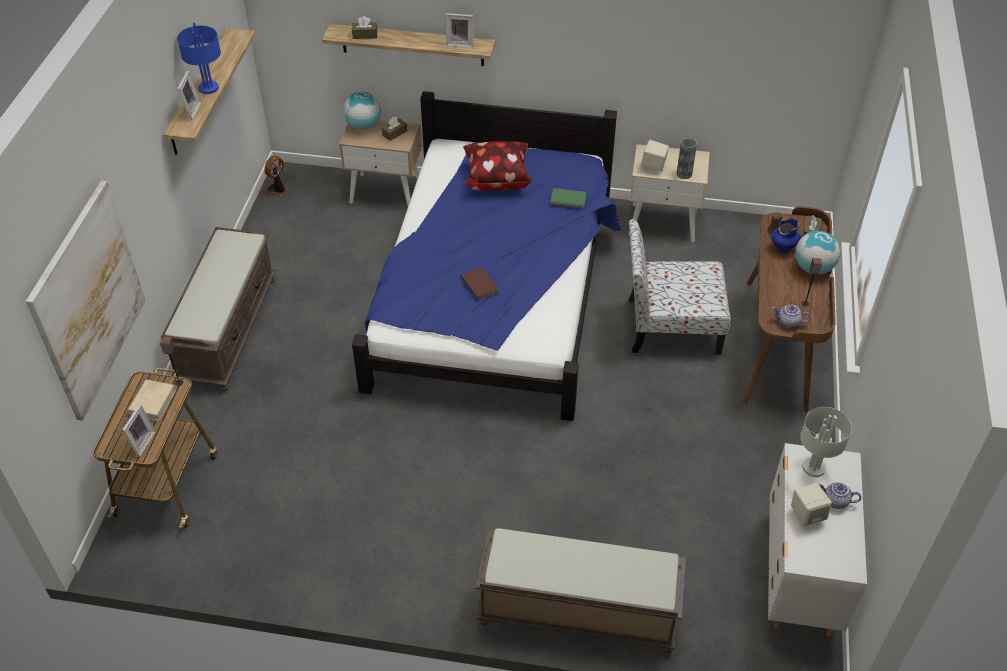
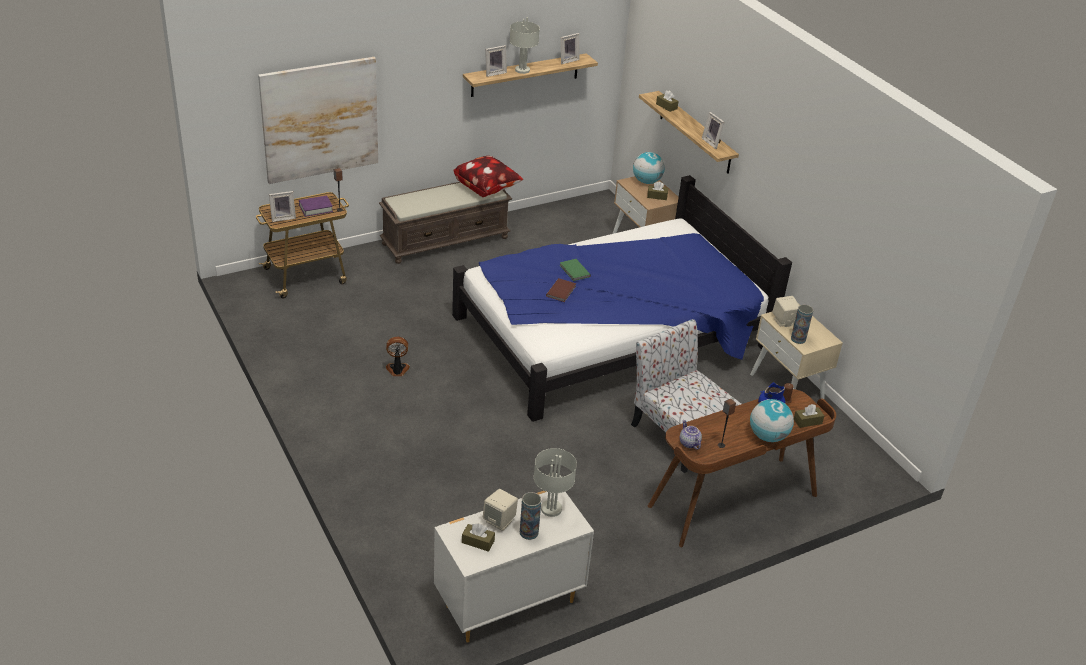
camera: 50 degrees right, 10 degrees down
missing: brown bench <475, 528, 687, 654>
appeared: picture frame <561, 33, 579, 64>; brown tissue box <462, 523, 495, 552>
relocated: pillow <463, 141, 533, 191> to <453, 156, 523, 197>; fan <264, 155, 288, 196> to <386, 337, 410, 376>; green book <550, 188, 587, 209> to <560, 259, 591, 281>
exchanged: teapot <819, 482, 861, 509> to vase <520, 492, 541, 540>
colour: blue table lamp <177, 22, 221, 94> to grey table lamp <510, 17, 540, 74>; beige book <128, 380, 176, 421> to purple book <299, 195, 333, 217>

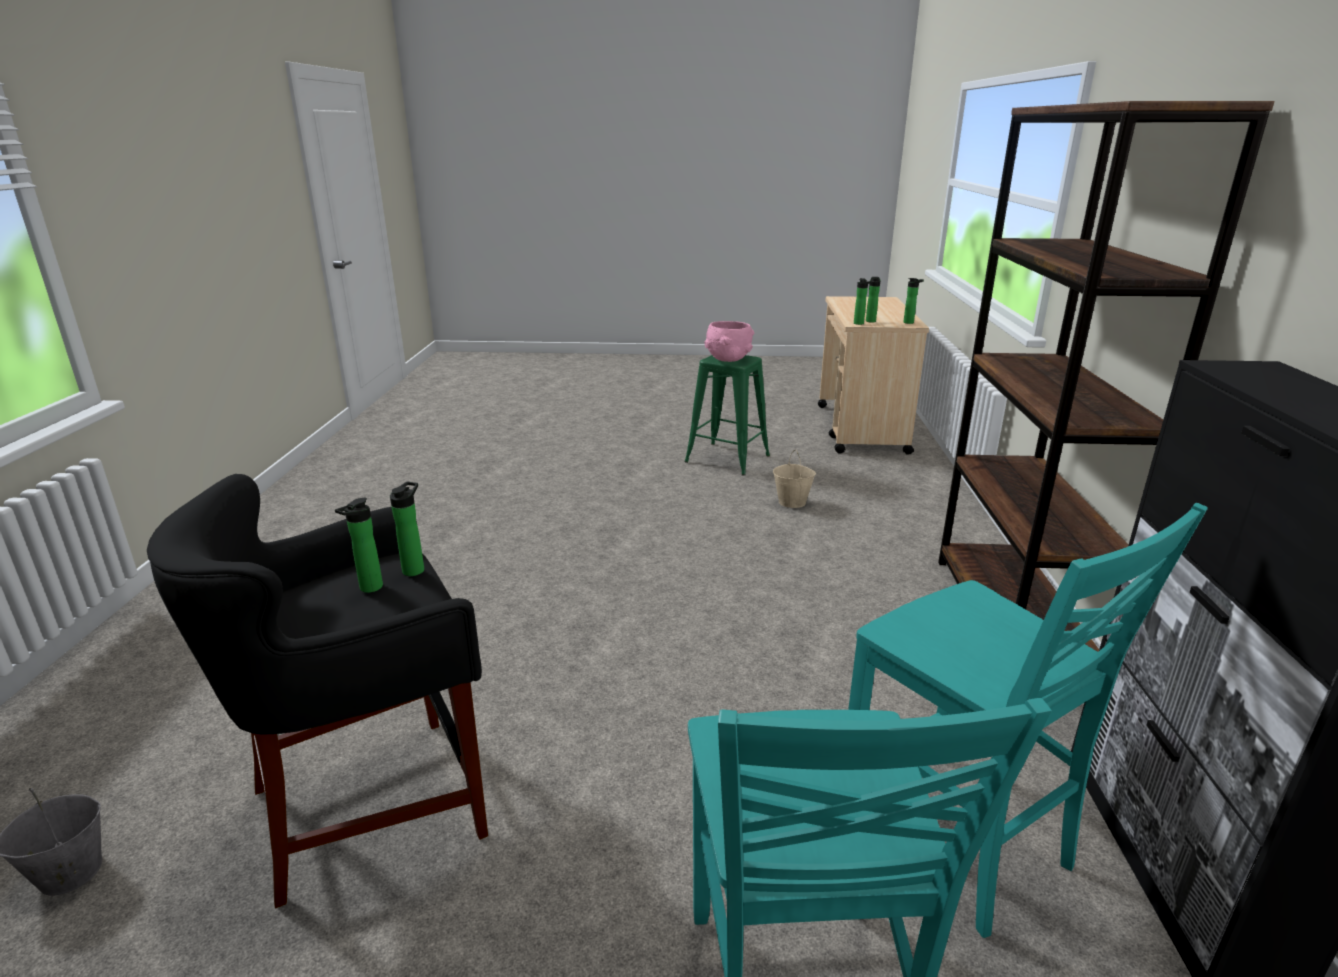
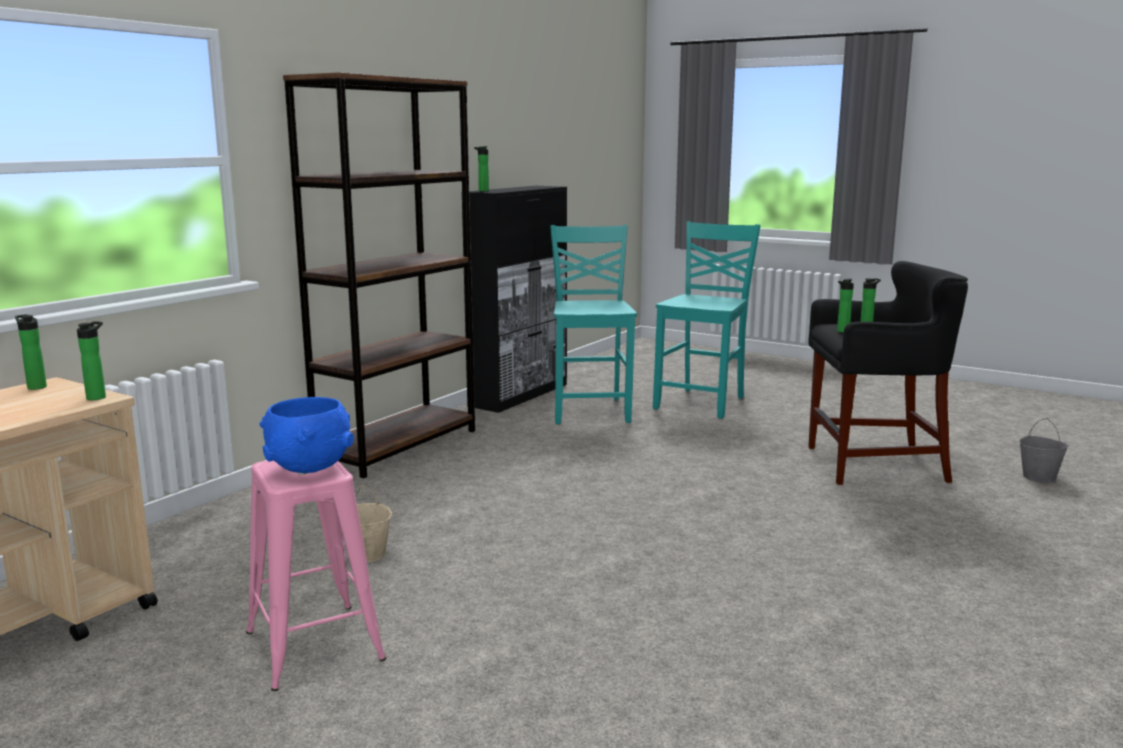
camera: 150 degrees left, 10 degrees down
relocated: bottle <866, 277, 881, 323> to <474, 146, 489, 191>
colour: pink bowl <704, 321, 754, 362> to blue bowl <259, 397, 354, 473>; green stool <684, 355, 770, 476> to pink stool <246, 460, 386, 691>

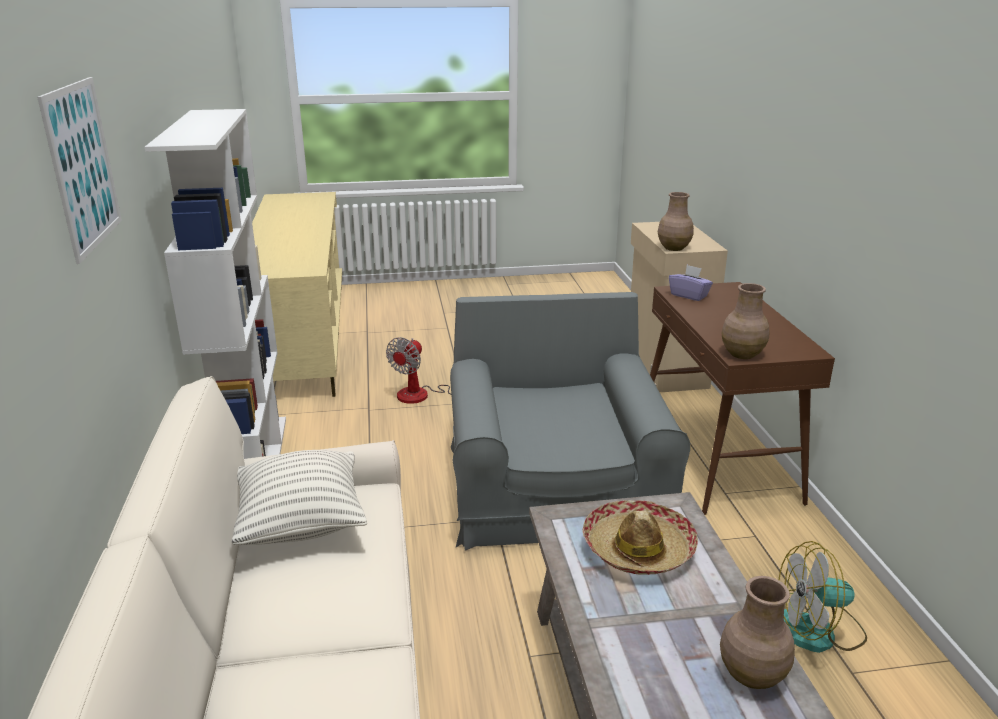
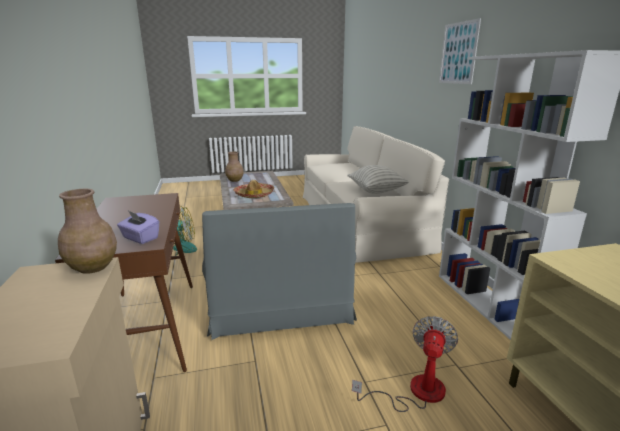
camera: 175 degrees right, 5 degrees down
missing: brown vase <722, 283, 770, 359>

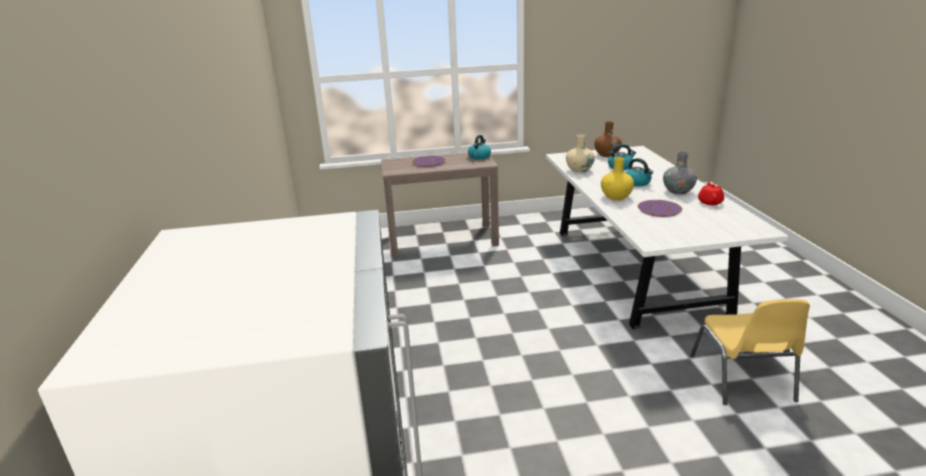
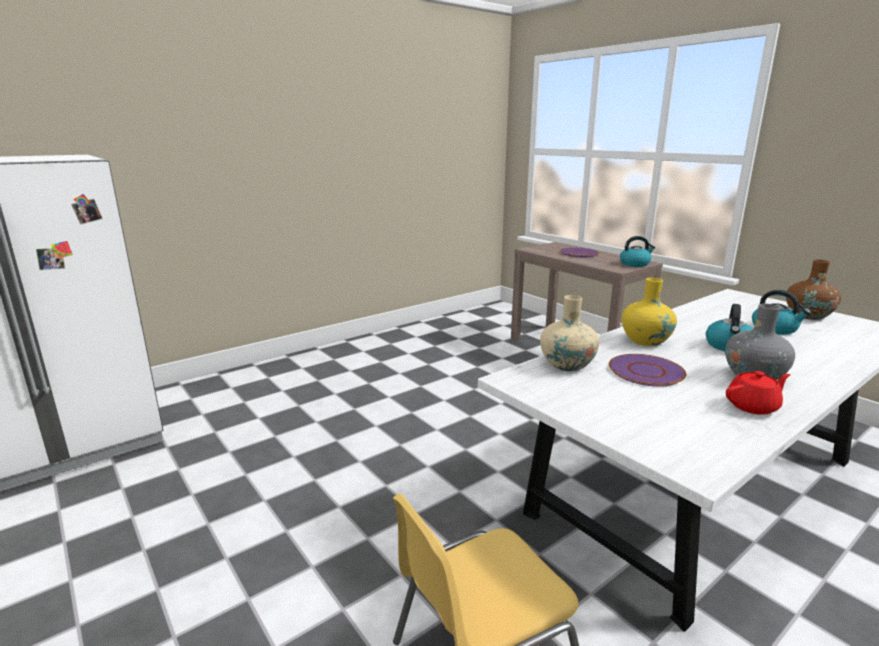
camera: 60 degrees right, 5 degrees down
relocated: beige vase <566, 134, 595, 172> to <540, 295, 599, 371>

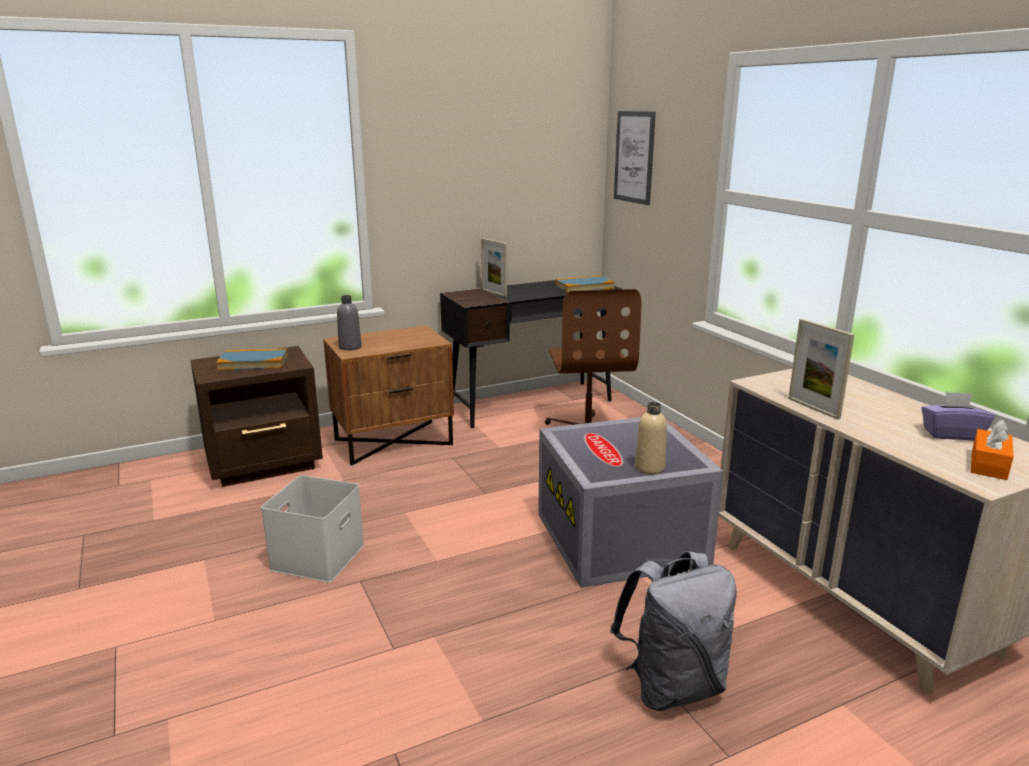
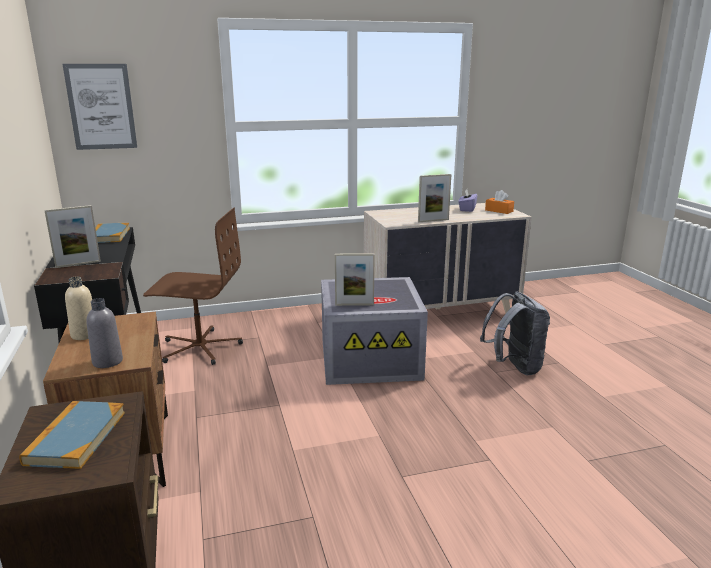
camera: 80 degrees left, 0 degrees up
missing: white storage box <261, 475, 364, 583>
appeared: picture frame <335, 253, 375, 306>
relocated: beige bottle <635, 402, 667, 474> to <65, 276, 92, 340>

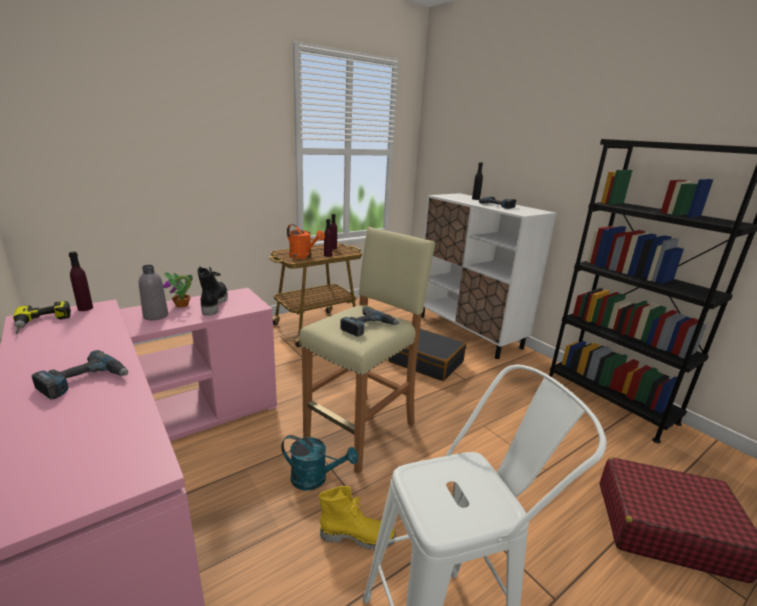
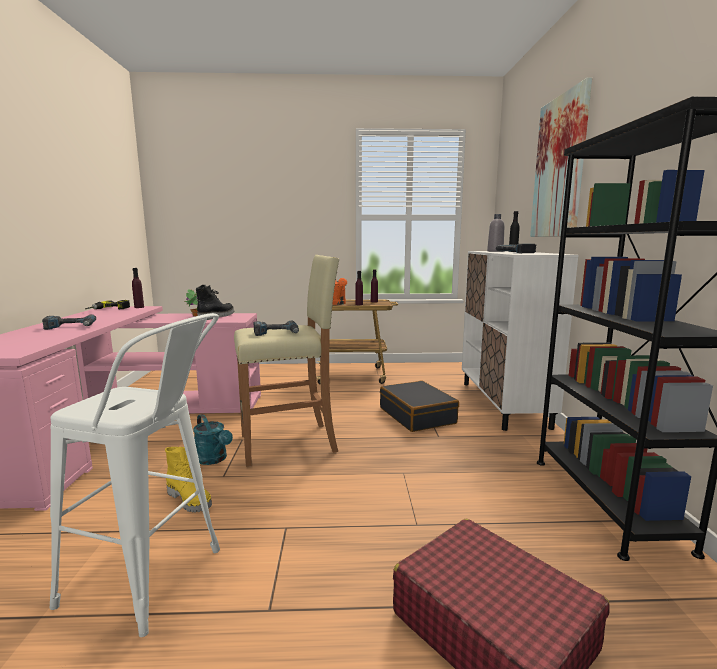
camera: 35 degrees right, 10 degrees down
appeared: picture <530, 77, 592, 237>
relocated: grey bottle <139, 265, 168, 320> to <487, 214, 504, 252>

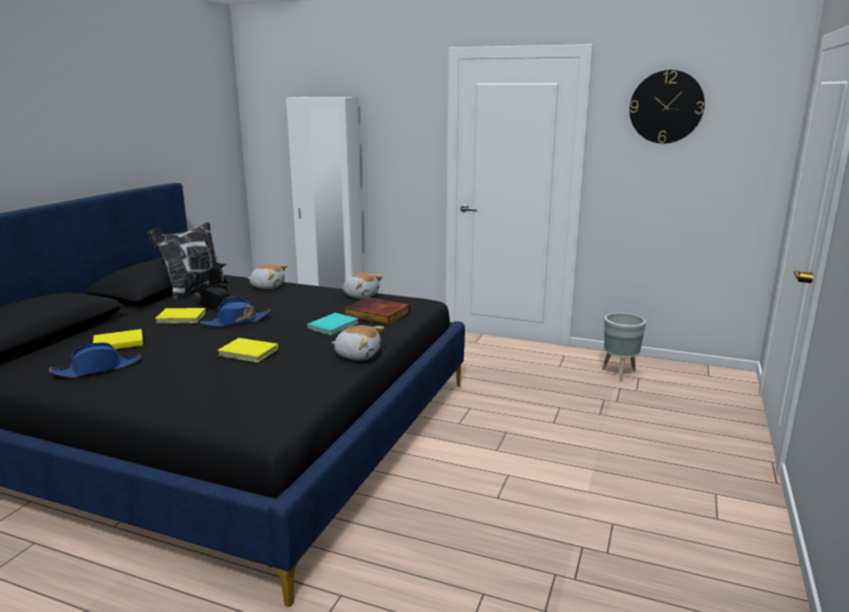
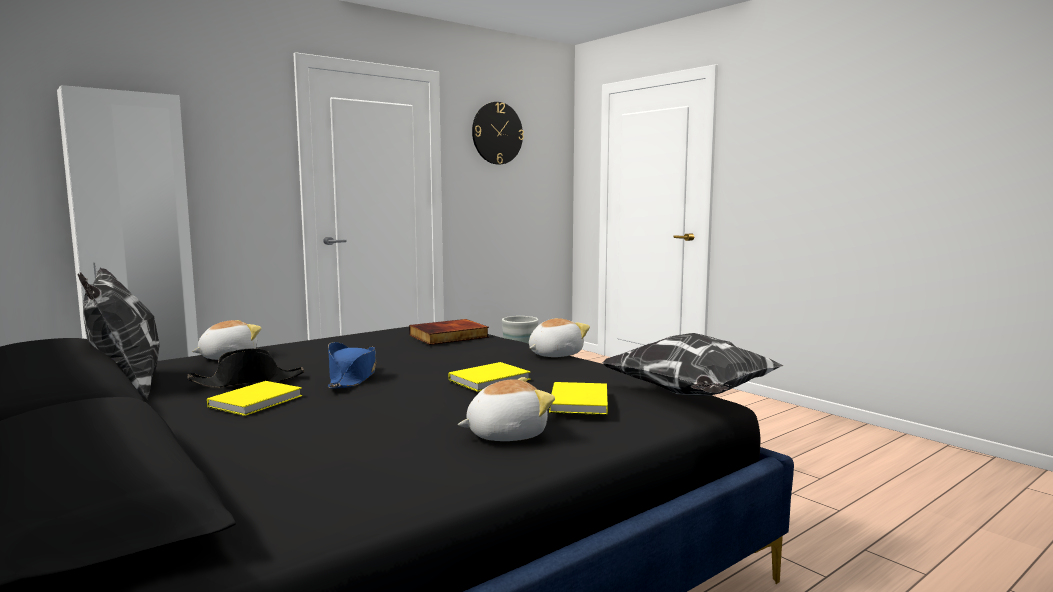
camera: 60 degrees left, 10 degrees down
missing: turquoise book <307, 313, 358, 336>; blue hat <49, 342, 142, 377>
appeared: pillow <602, 333, 783, 396>
relocated: plush toy <343, 272, 383, 299> to <458, 377, 555, 441>; yellow book <93, 329, 143, 349> to <549, 382, 608, 415>

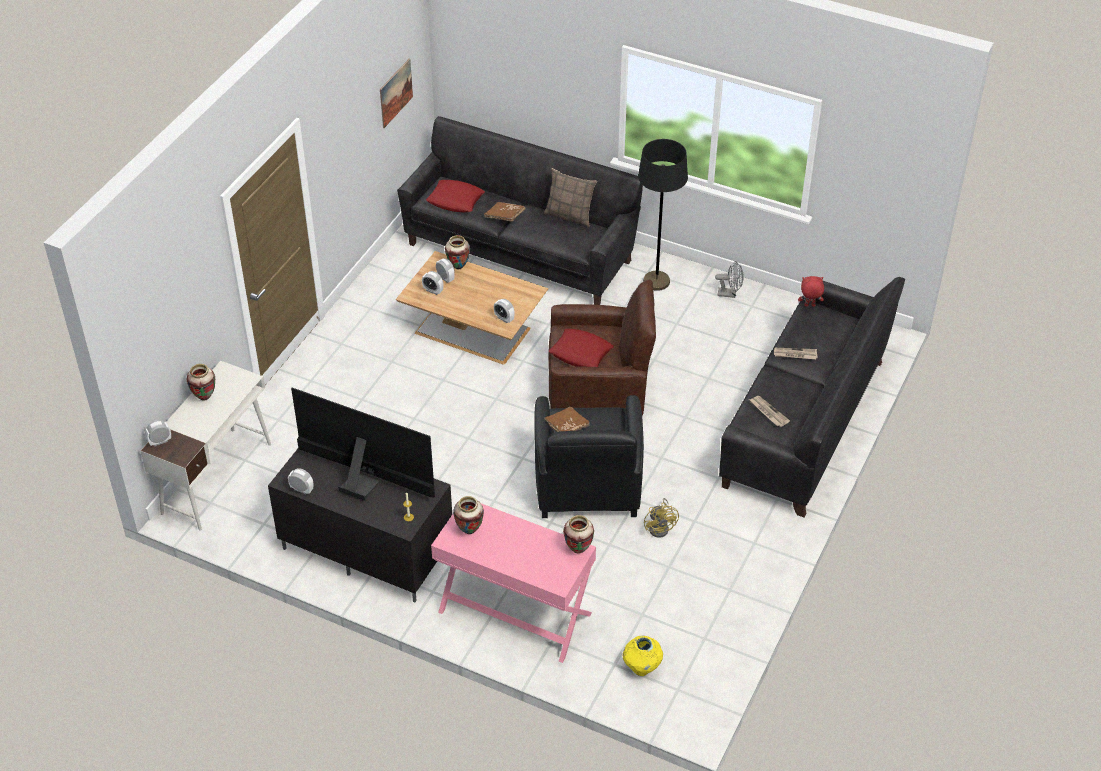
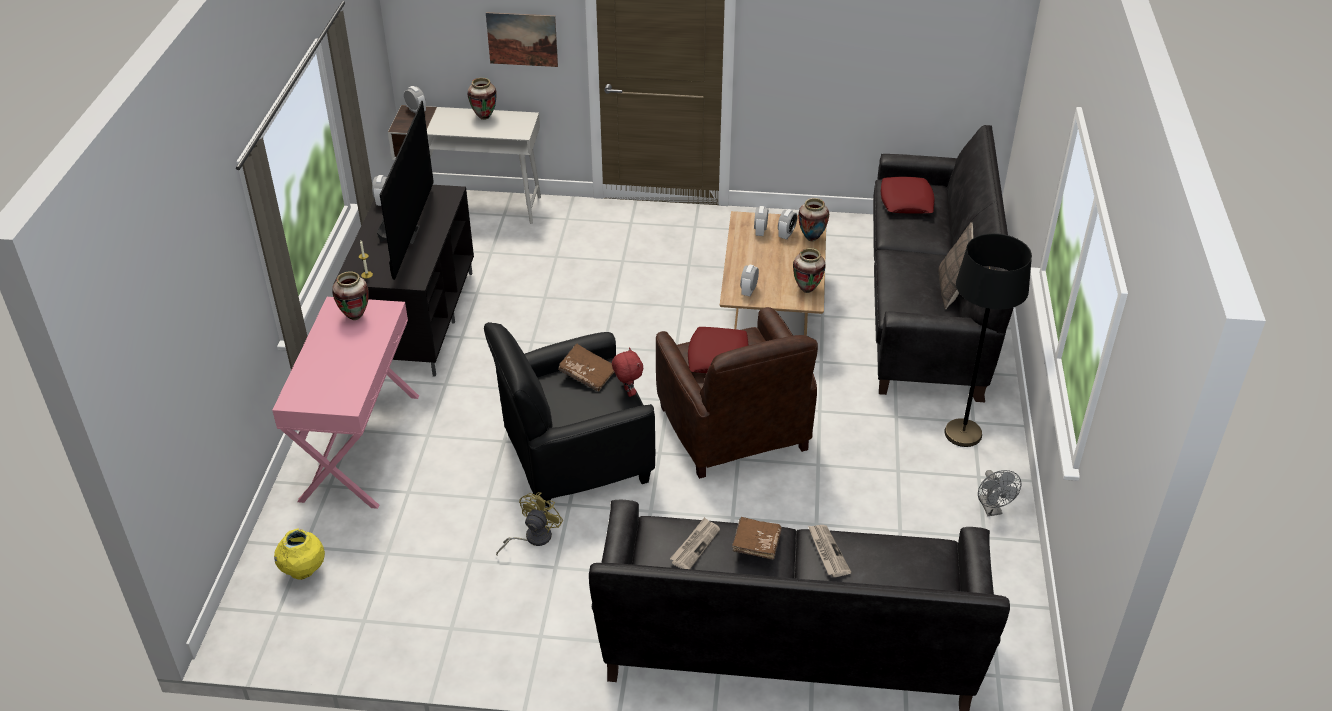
camera: 70 degrees right, 5 degrees down
relocated: picture <380, 58, 413, 128> to <486, 12, 558, 67>; brown book <484, 202, 525, 221> to <732, 517, 782, 560>; red plush toy <798, 276, 824, 307> to <612, 347, 643, 397>; vase <563, 515, 594, 554> to <793, 248, 825, 293>
spun: yellow fan <644, 498, 679, 538> = <496, 492, 563, 555> 150 degrees clockwise

